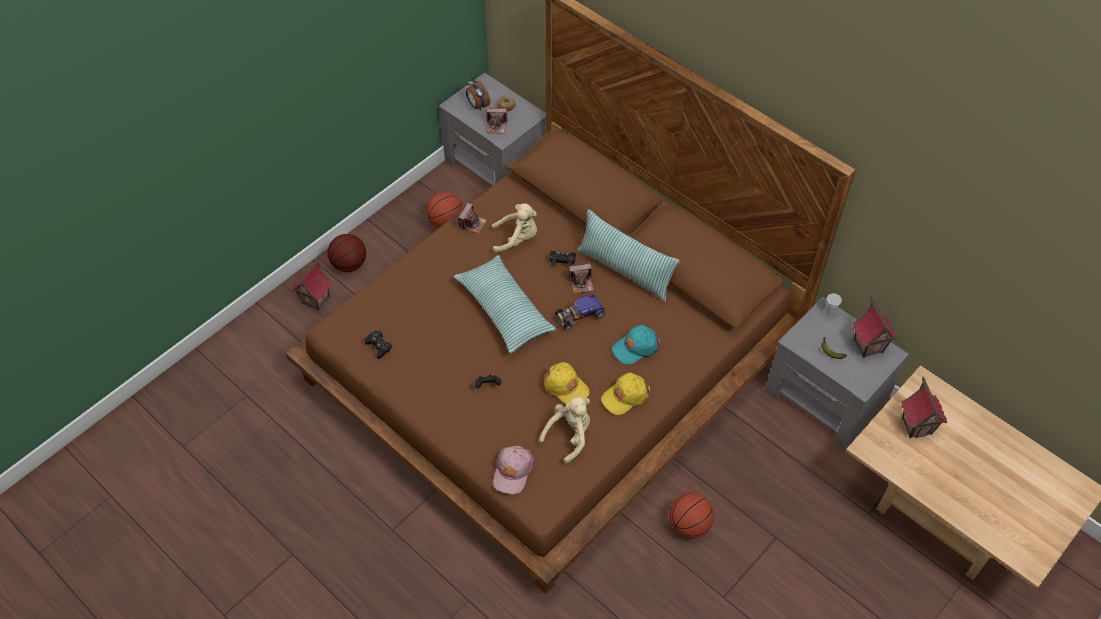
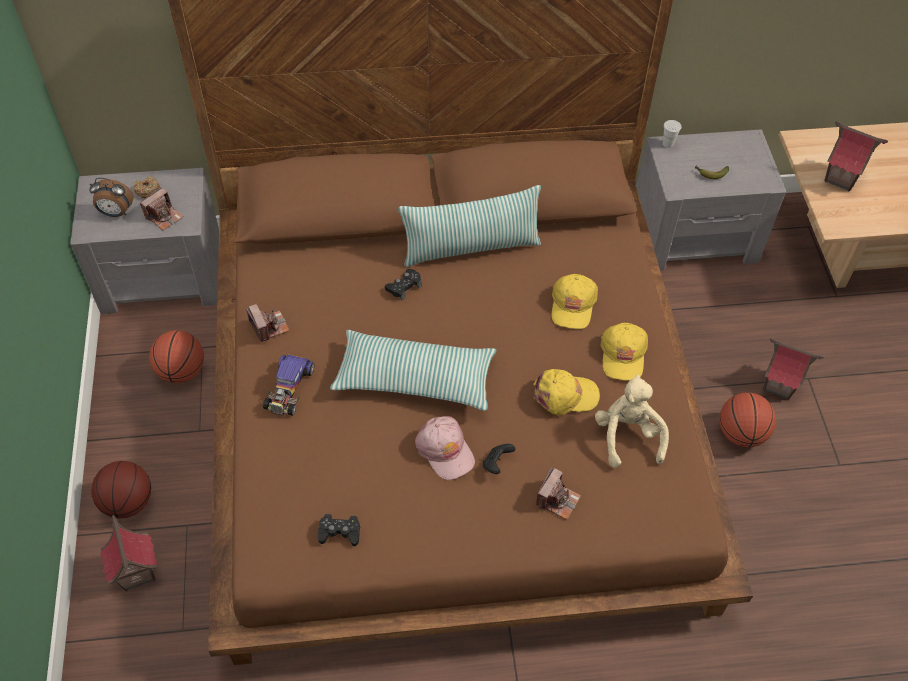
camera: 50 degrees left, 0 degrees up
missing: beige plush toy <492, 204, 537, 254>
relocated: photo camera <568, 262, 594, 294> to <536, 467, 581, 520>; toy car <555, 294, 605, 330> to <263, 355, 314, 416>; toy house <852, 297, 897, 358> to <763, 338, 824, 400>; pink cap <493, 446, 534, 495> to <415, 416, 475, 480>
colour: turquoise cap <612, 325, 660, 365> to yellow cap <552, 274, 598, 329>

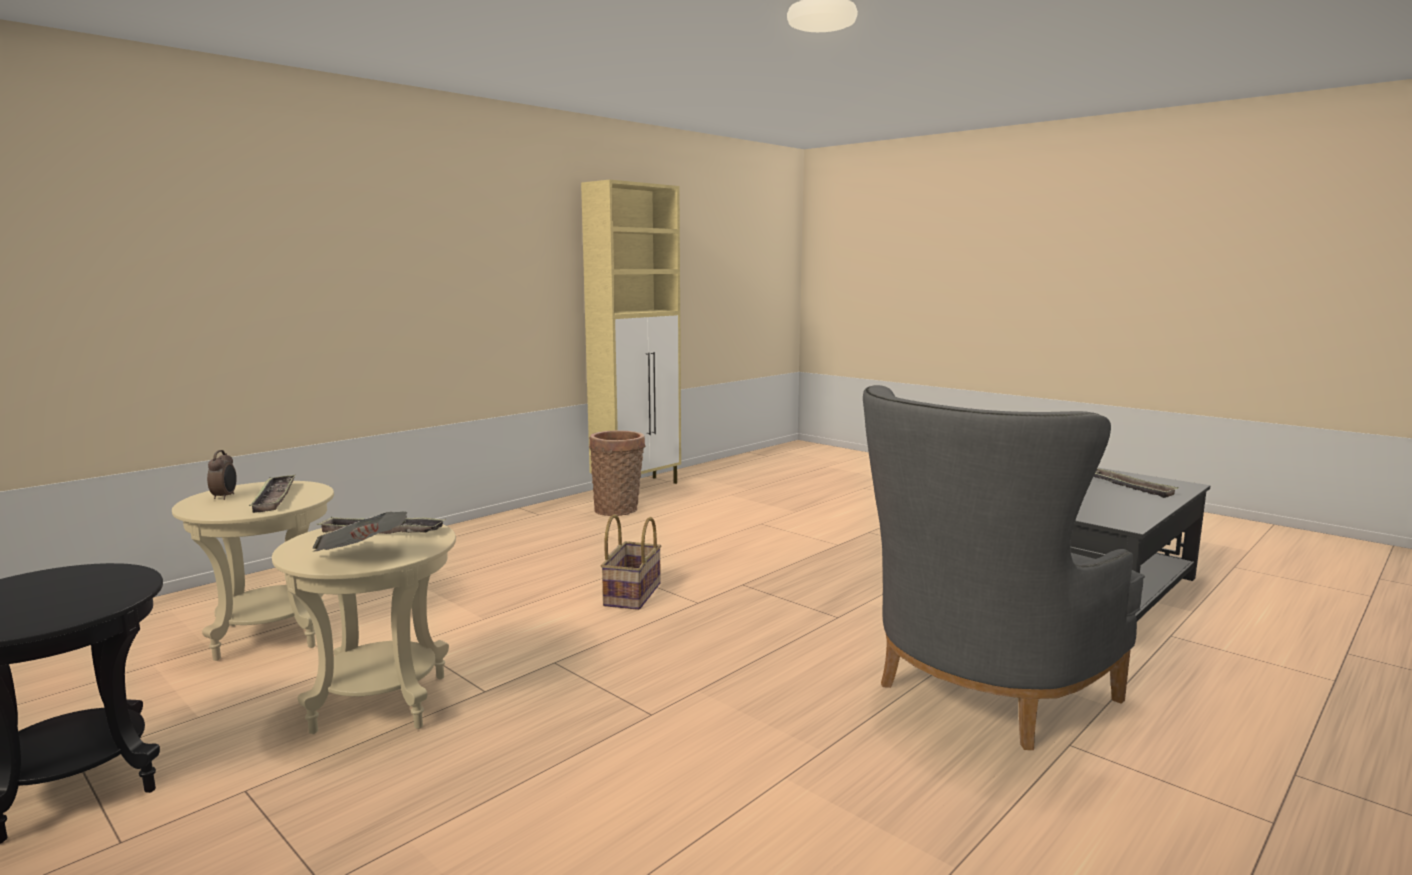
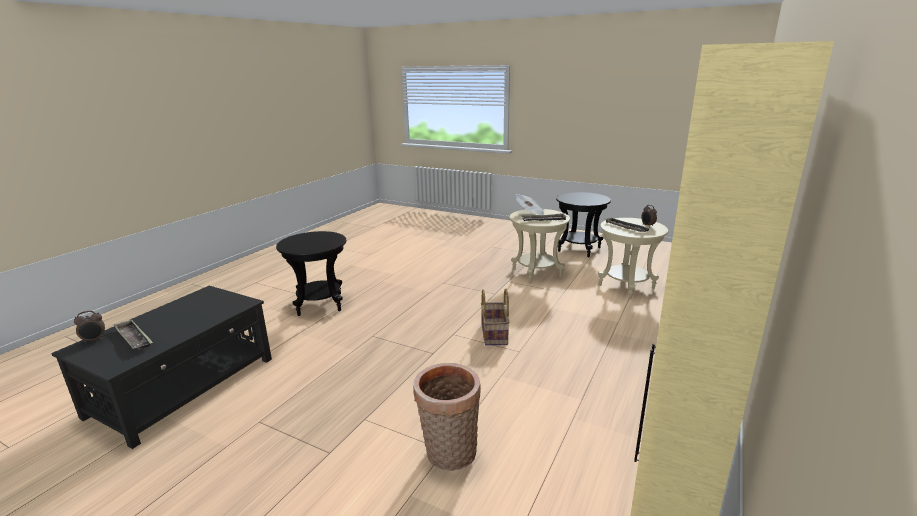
camera: 165 degrees right, 10 degrees up
appeared: alarm clock <74, 311, 105, 343>
relocated: basket <589, 430, 645, 516> to <413, 363, 481, 471>
exchanged: grey armchair <863, 385, 1145, 750> to black side table <276, 231, 346, 316>

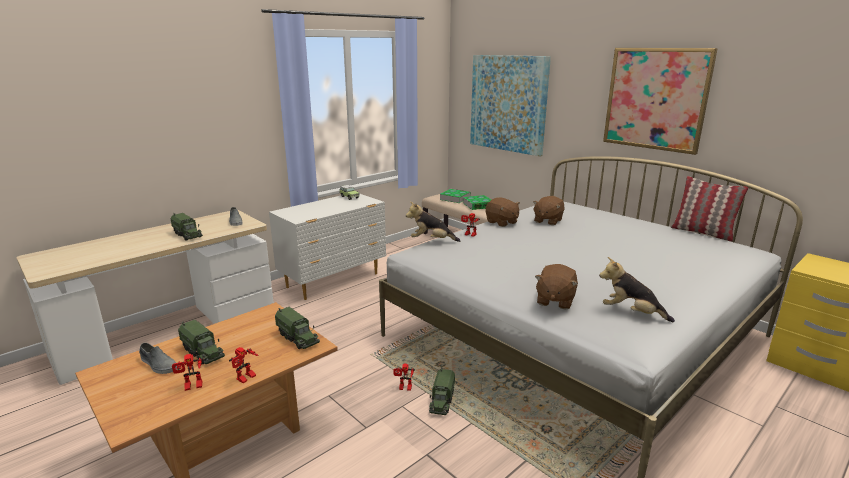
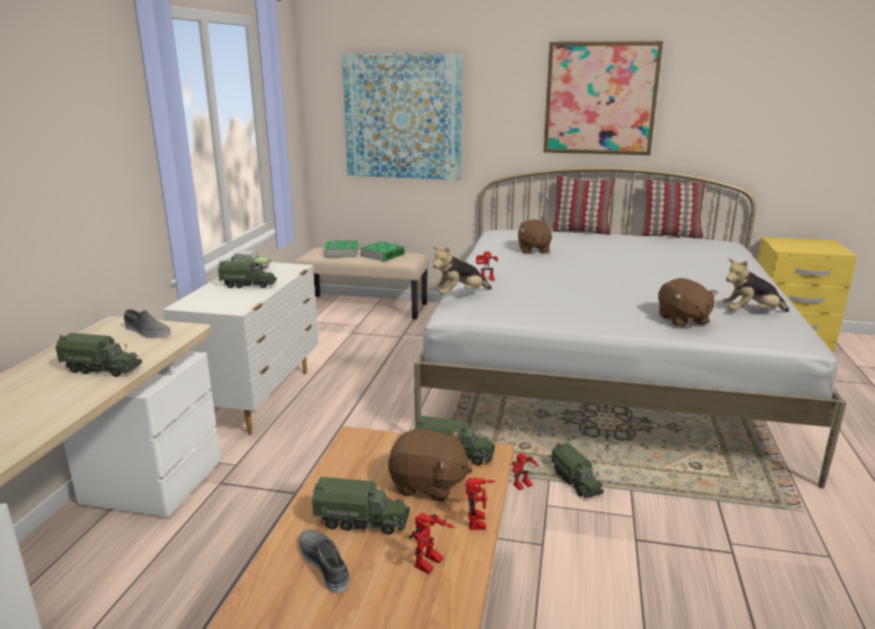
camera: 35 degrees left, 0 degrees up
appeared: pillow <552, 175, 615, 235>; toy truck <218, 261, 277, 288>
relocated: brown plush toy <485, 197, 520, 227> to <388, 428, 472, 502>
spun: grey shoe <139, 343, 177, 374> = <299, 529, 350, 593> 120 degrees counterclockwise

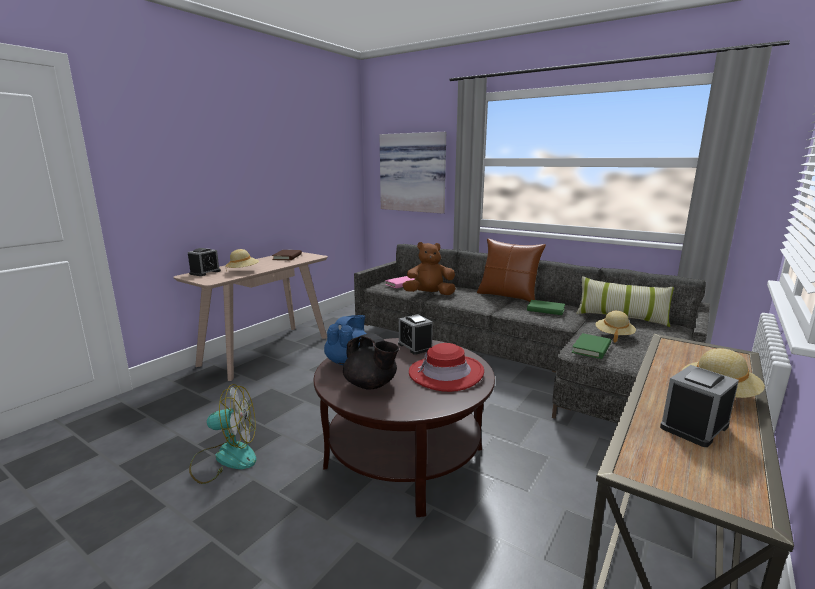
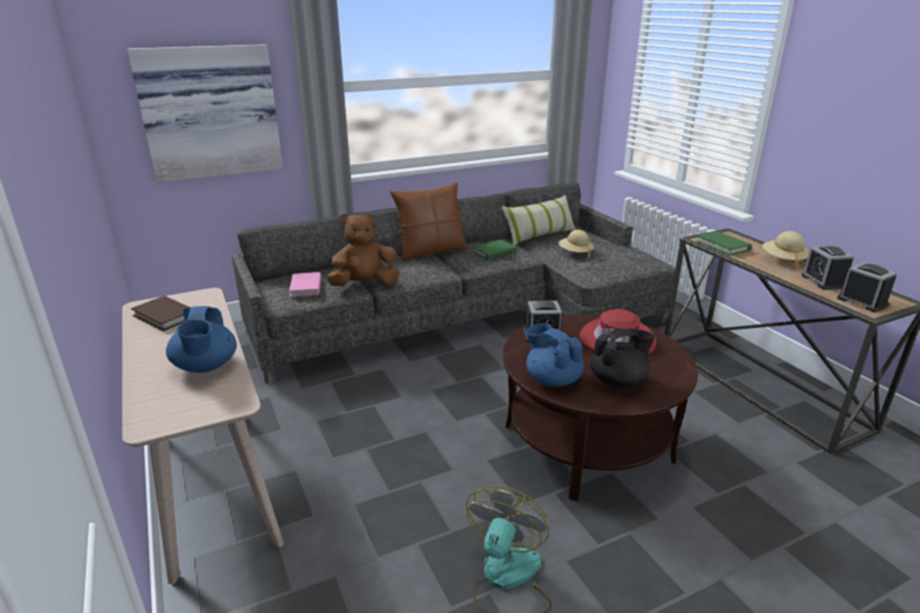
camera: 60 degrees left, 10 degrees up
relocated: alarm clock <188, 248, 221, 276> to <837, 262, 897, 312>; green book <572, 333, 611, 359> to <696, 231, 752, 256>
exchanged: beige hat <226, 249, 259, 268> to blue teapot <166, 306, 237, 373>
spun: brown plush toy <402, 242, 456, 295> = <327, 213, 400, 286> 45 degrees clockwise

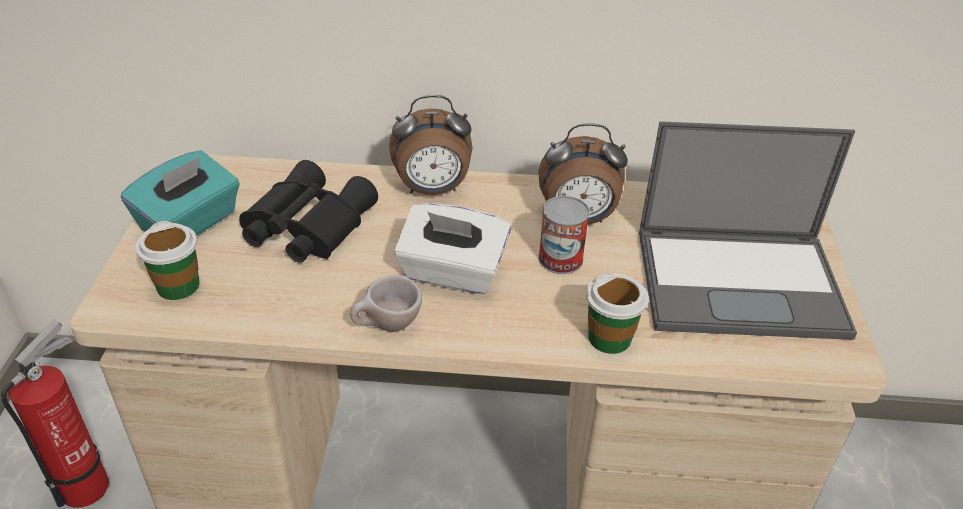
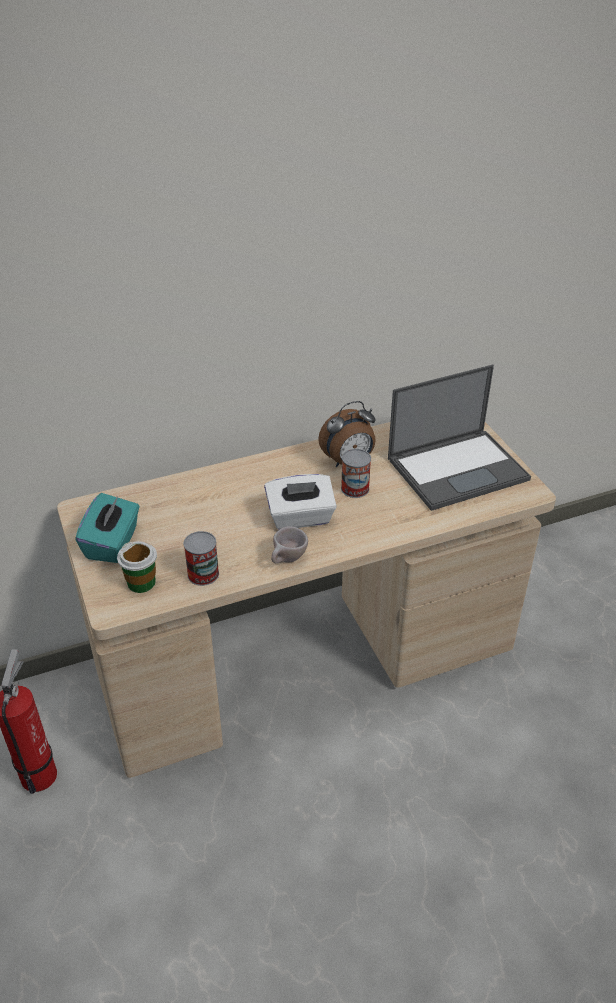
camera: 25 degrees left, 0 degrees up
missing: alarm clock <389, 95, 473, 195>; black binoculars <239, 160, 378, 263>; cup <586, 272, 649, 354>
appeared: can <184, 531, 219, 586>

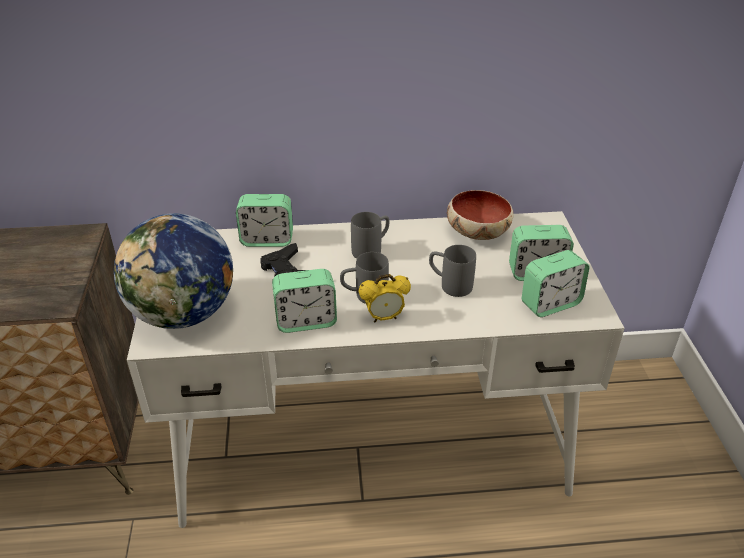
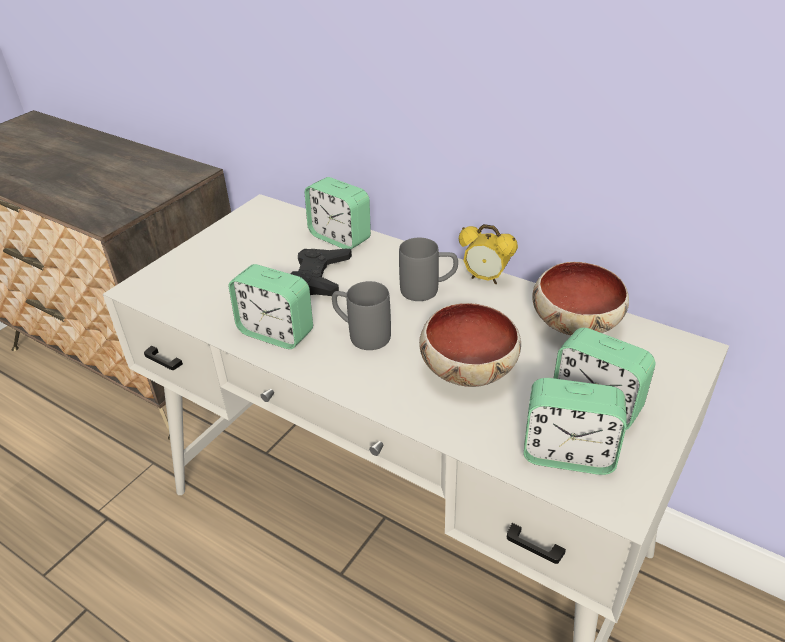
camera: 40 degrees right, 0 degrees up
missing: globe <114, 213, 233, 329>
relocated: alarm clock <359, 274, 411, 323> to <459, 224, 518, 284>
exchanged: grey mug <429, 245, 476, 297> to bowl <419, 303, 521, 387>

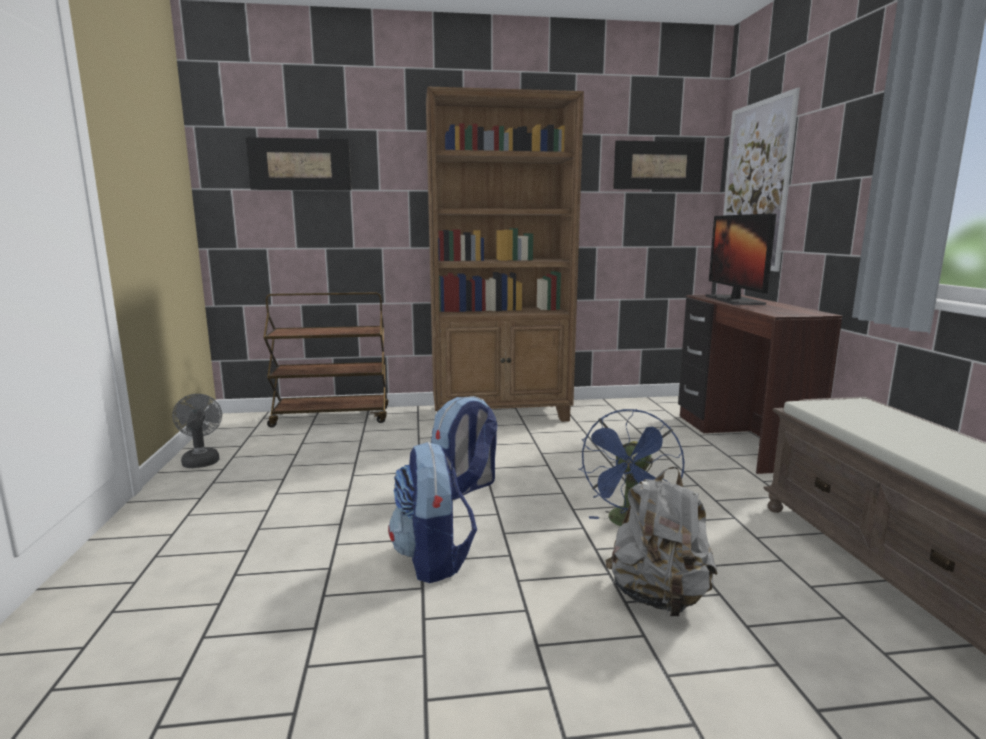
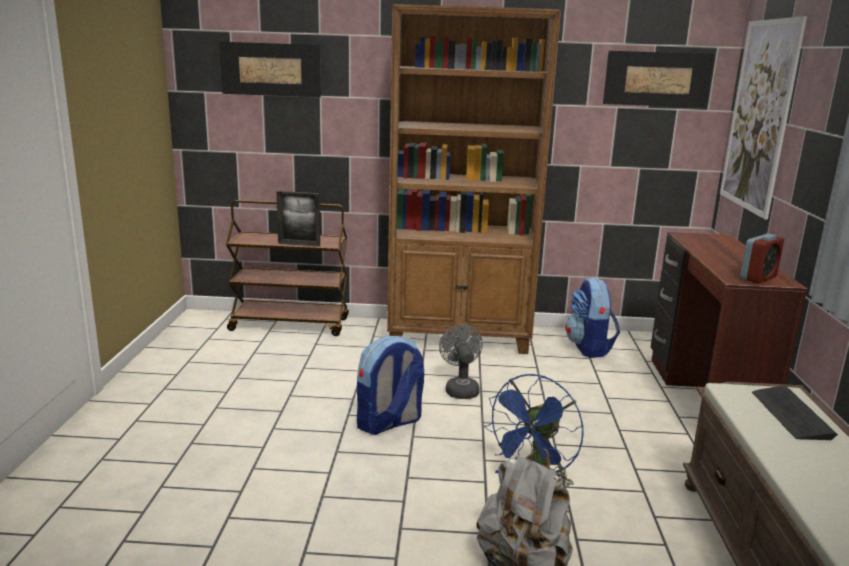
camera: 10 degrees right, 5 degrees up
missing: monitor <705, 213, 776, 305>
appeared: picture frame <276, 191, 320, 247>; alarm clock <740, 234, 784, 283>; keyboard <752, 385, 838, 440>
relocated: grey fan <172, 394, 222, 468> to <439, 324, 483, 399>; backpack <388, 442, 477, 583> to <565, 277, 620, 358>

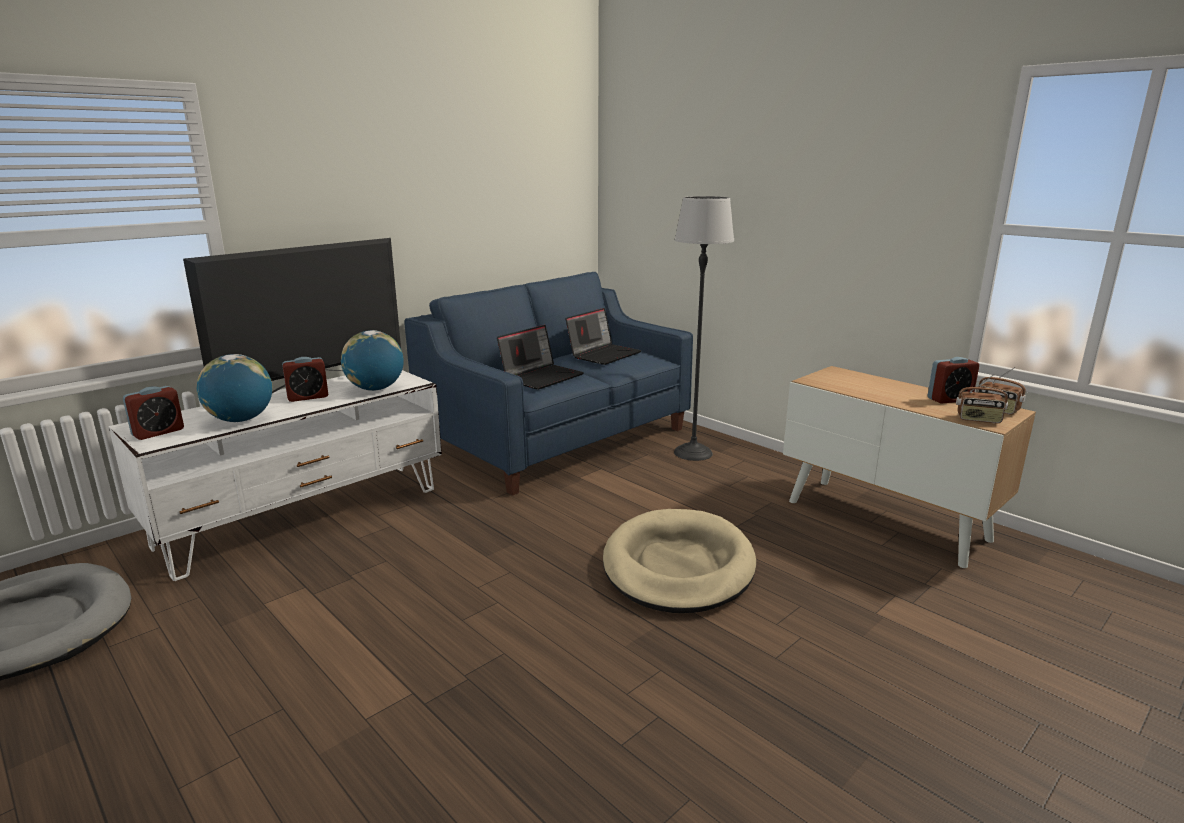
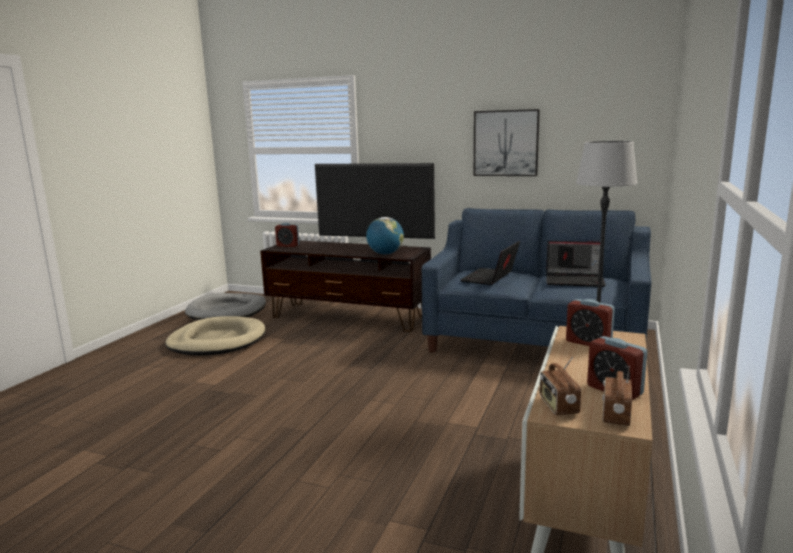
camera: 65 degrees right, 5 degrees down
missing: globe <197, 354, 273, 422>
appeared: picture <474, 109, 540, 176>
relocated: alarm clock <282, 357, 328, 402> to <566, 299, 615, 346>; beige dog bed <603, 509, 756, 613> to <165, 316, 265, 356>
colour: white tv stand <108, 370, 442, 581> to brown tv stand <260, 241, 431, 332>
spun: laptop <497, 325, 584, 390> = <460, 241, 520, 285> 105 degrees clockwise

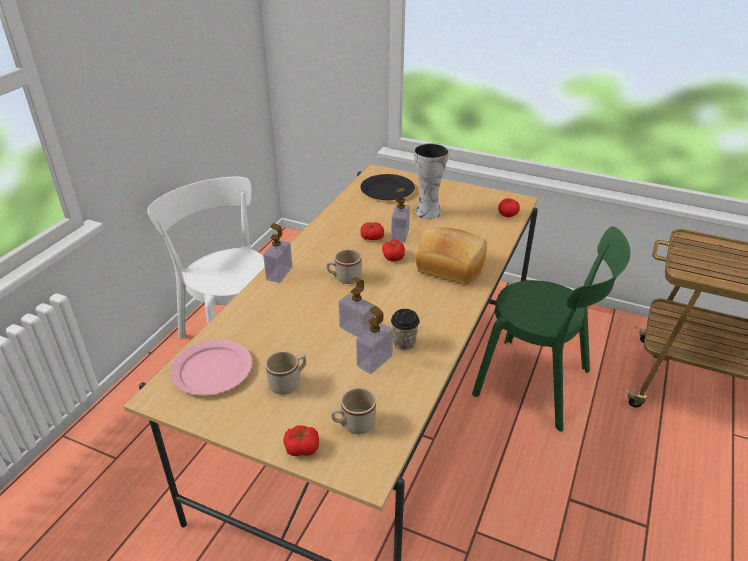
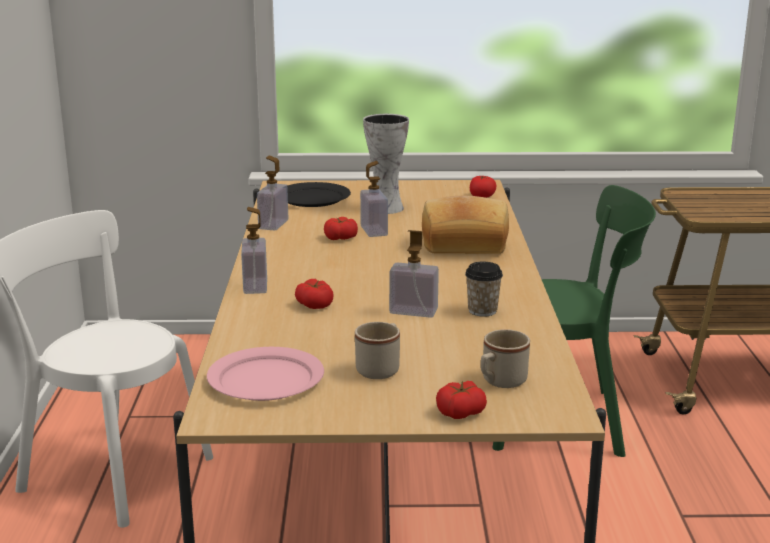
camera: 25 degrees left, 15 degrees down
missing: beige mug <327, 250, 361, 284>
relocated: tomato <382, 240, 405, 261> to <295, 279, 334, 309>; soap dispenser <356, 306, 393, 374> to <257, 156, 288, 231>

